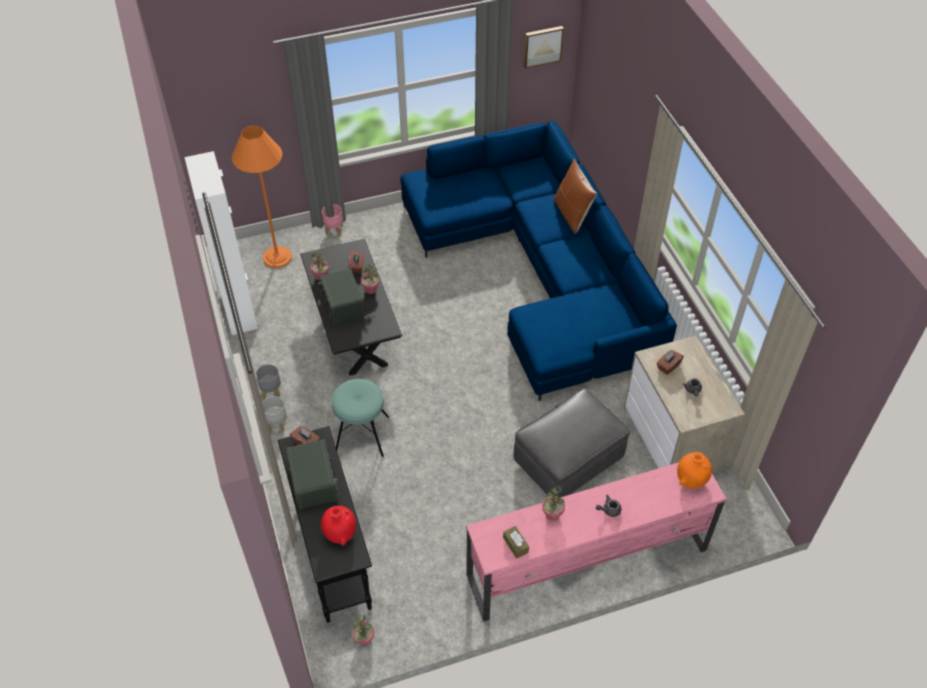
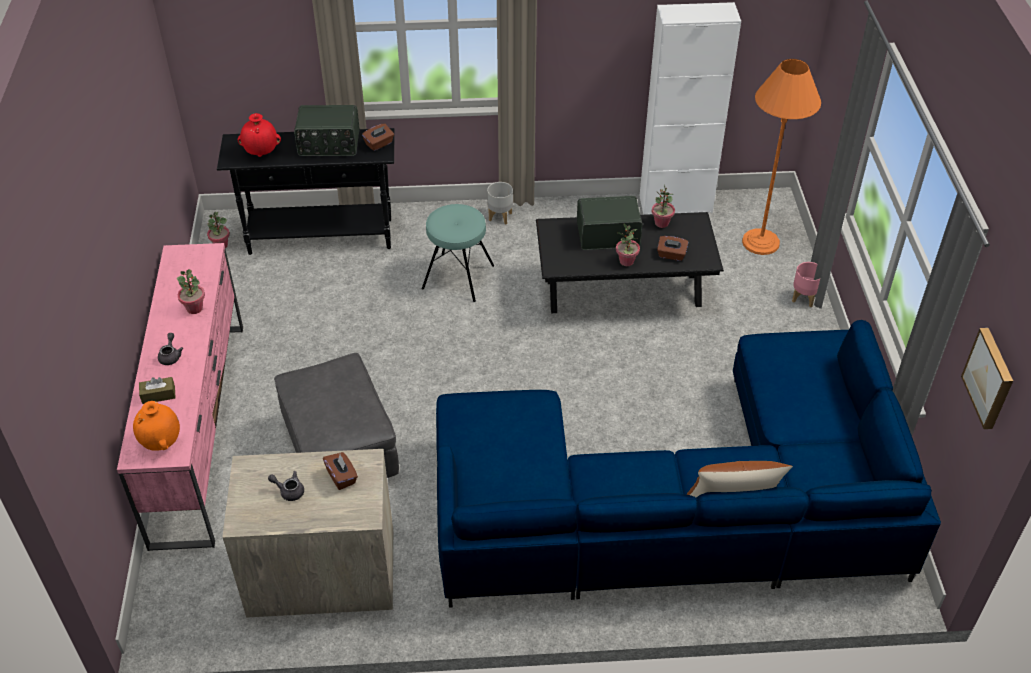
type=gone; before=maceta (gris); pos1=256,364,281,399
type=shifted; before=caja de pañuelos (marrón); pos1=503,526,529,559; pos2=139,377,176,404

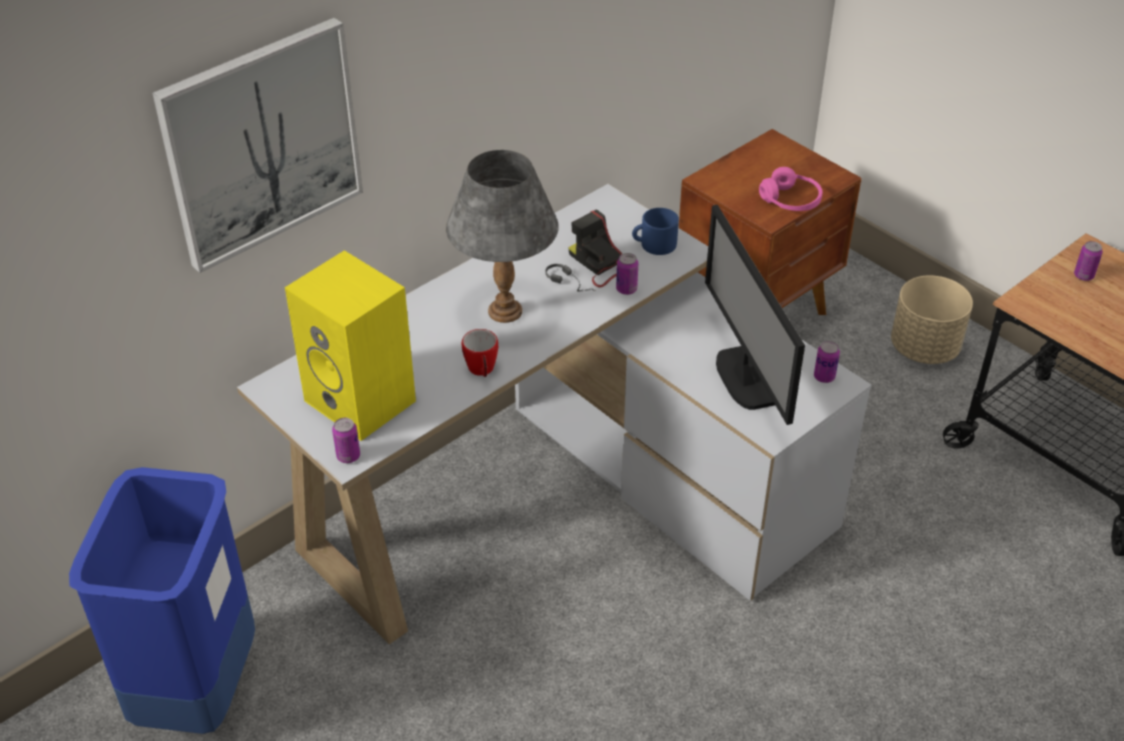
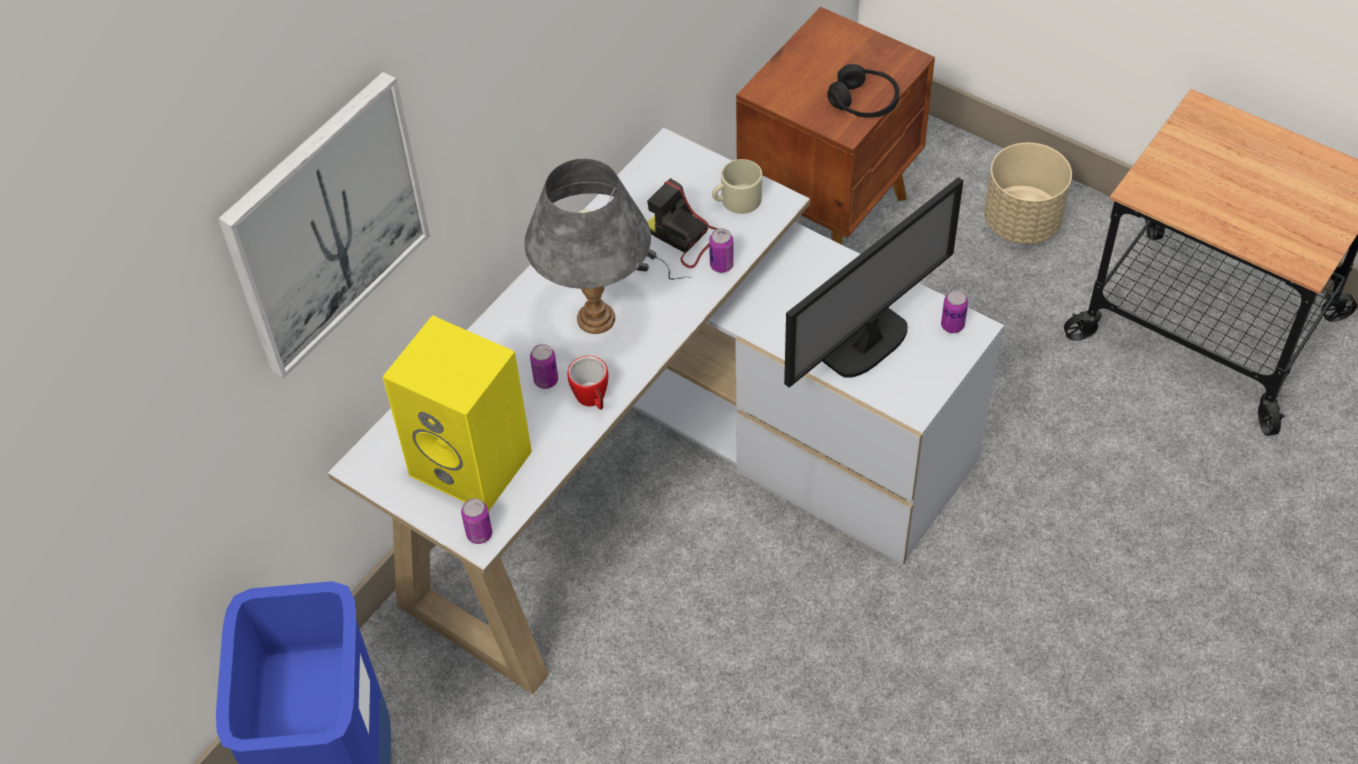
type=repainted; before=taza grande (azul); after=taza grande (beis); pos1=632,208,679,255; pos2=712,159,762,214
type=rotated; before=monitor; pos1=705,205,805,425; pos2=784,177,964,388; turn=-105
type=repainted; before=auriculares (rosa); after=auriculares (negro); pos1=759,167,823,211; pos2=827,64,900,118
type=shifted; before=lata; pos1=1074,241,1103,281; pos2=530,344,558,389

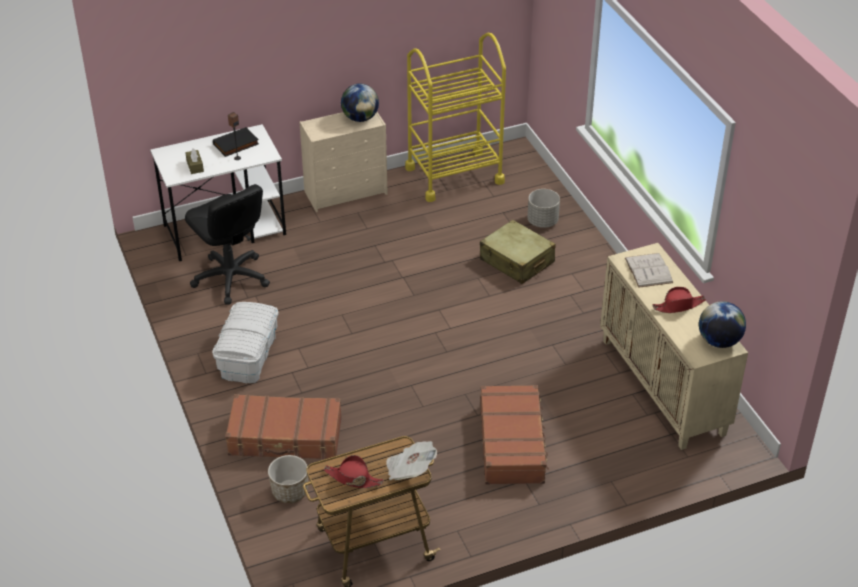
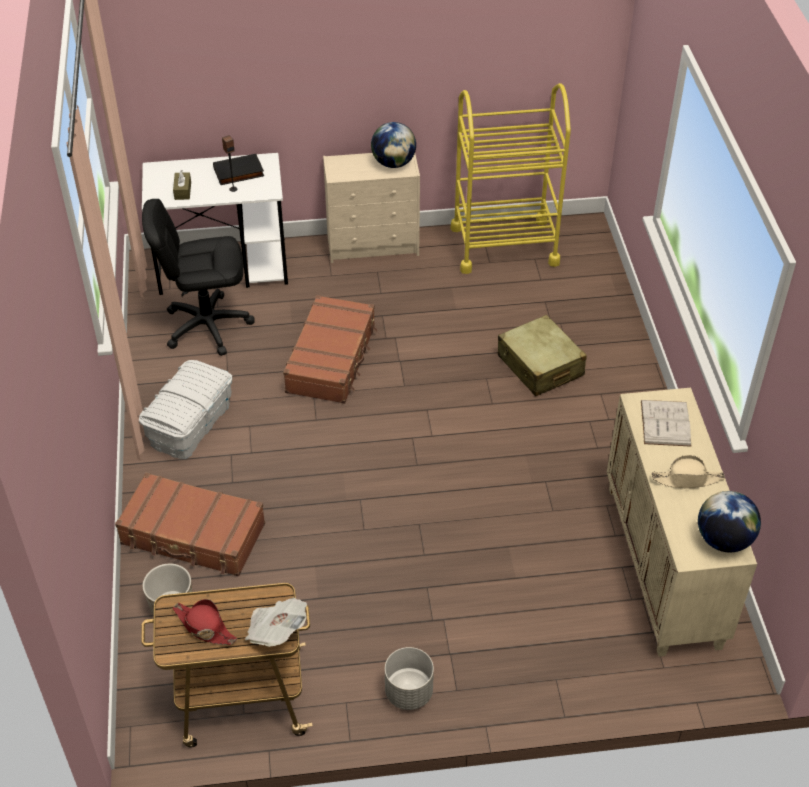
type=rotated; before=silla de oficina (negro); pos1=185,184,270,304; pos2=142,199,255,356; turn=105
type=shifted; before=maleta (marrón); pos1=480,385,550,485; pos2=283,295,377,404
type=shifted; before=maceta (gris); pos1=527,189,560,228; pos2=385,647,434,710
type=repainted; before=sombrero (rojo); after=sombrero (beis); pos1=653,287,706,313; pos2=652,455,725,489

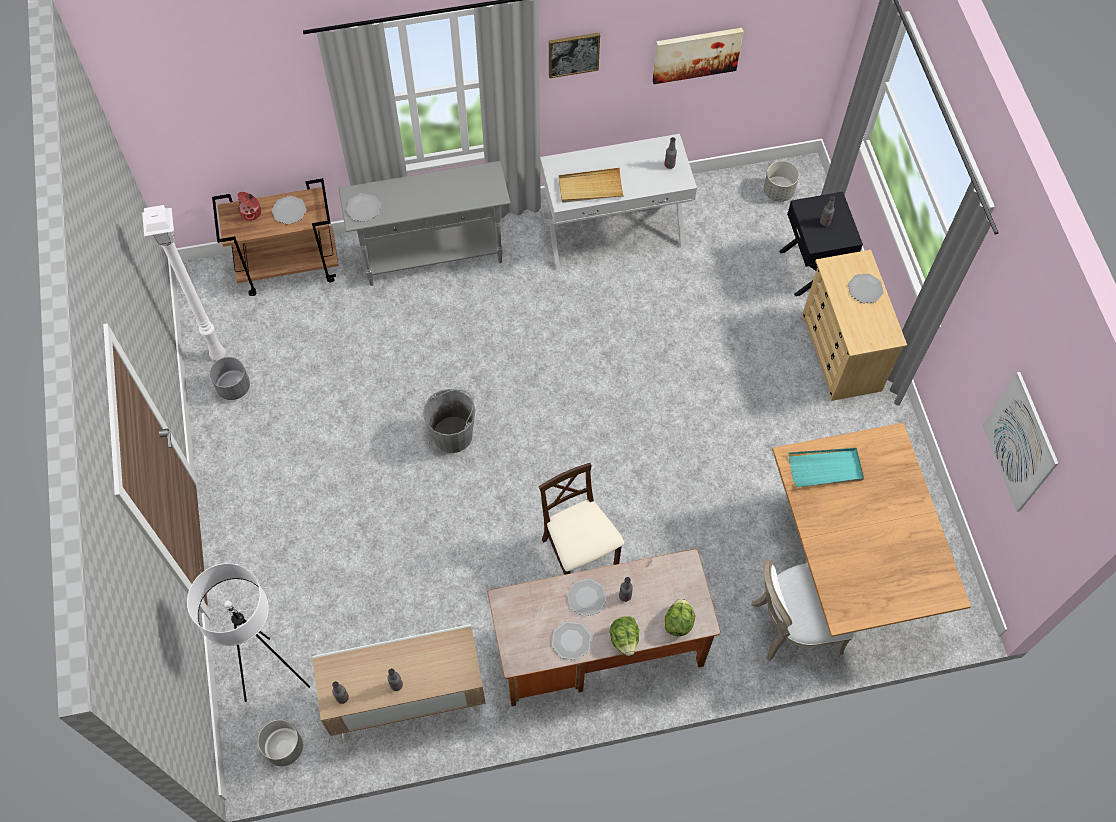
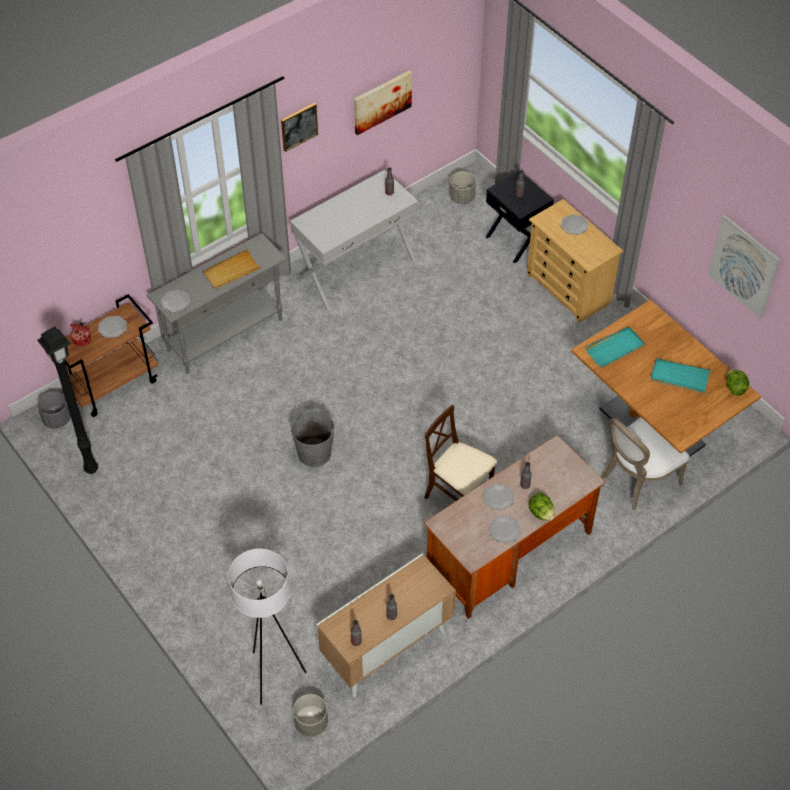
type=repainted; before=lámpara de pie (blanco); after=lámpara de pie (negro); pos1=142,205,226,360; pos2=37,327,98,474
type=shifted; before=maceta (gris); pos1=209,357,250,400; pos2=37,392,71,429
type=shifted; before=bandeja (beis); pos1=559,168,624,203; pos2=203,249,262,290
type=shifted; before=lechuga; pos1=665,598,695,636; pos2=726,369,749,396
type=new; after=bandeja (turquesa); pos2=650,358,711,393

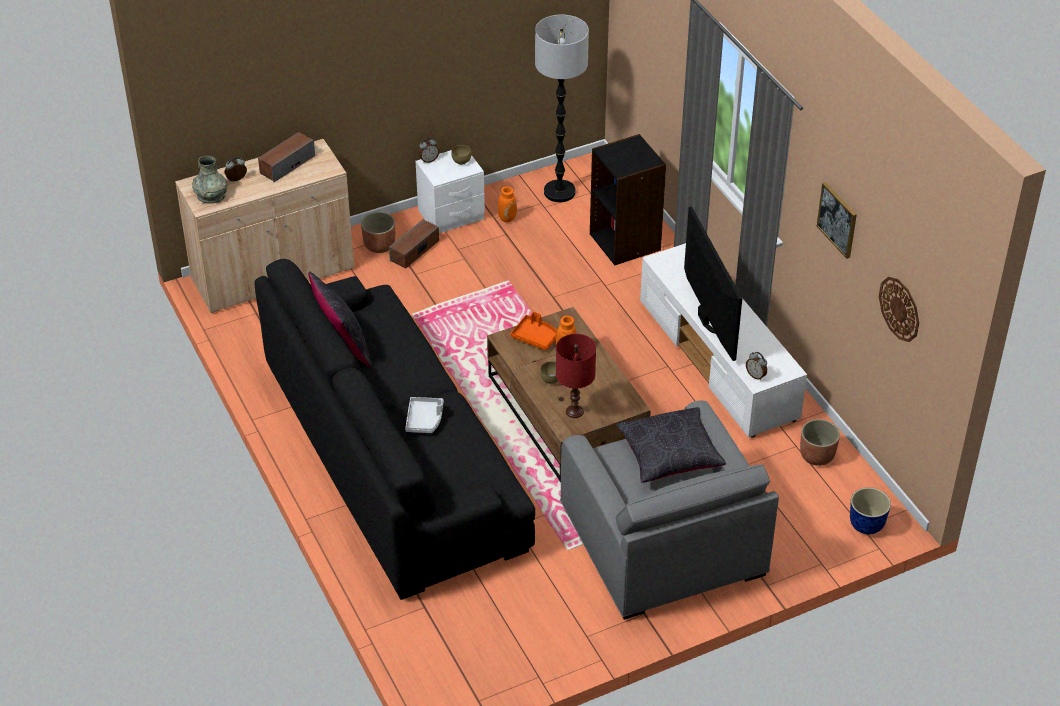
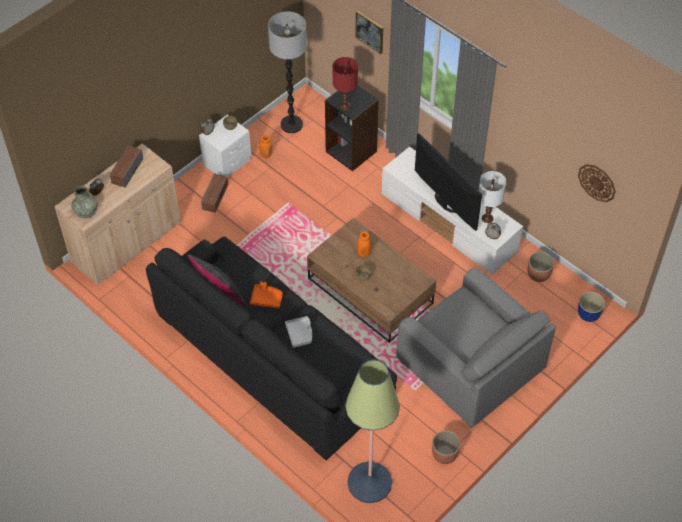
type=shifted; before=maceta; pos1=361,212,395,253; pos2=432,431,460,464
type=shifted; before=bandeja (naranja); pos1=510,312,557,351; pos2=250,282,283,309
type=shifted; before=lámpara de mesa (rojo); pos1=556,334,596,418; pos2=333,57,358,111
type=gone; before=cojín (negro); pos1=616,407,726,483
type=shifted; before=cuadro; pos1=817,182,857,259; pos2=356,10,383,54
type=new; after=lámpara de pie; pos2=345,359,400,503
type=new; after=lámpara de mesa (blanco); pos2=479,171,506,223

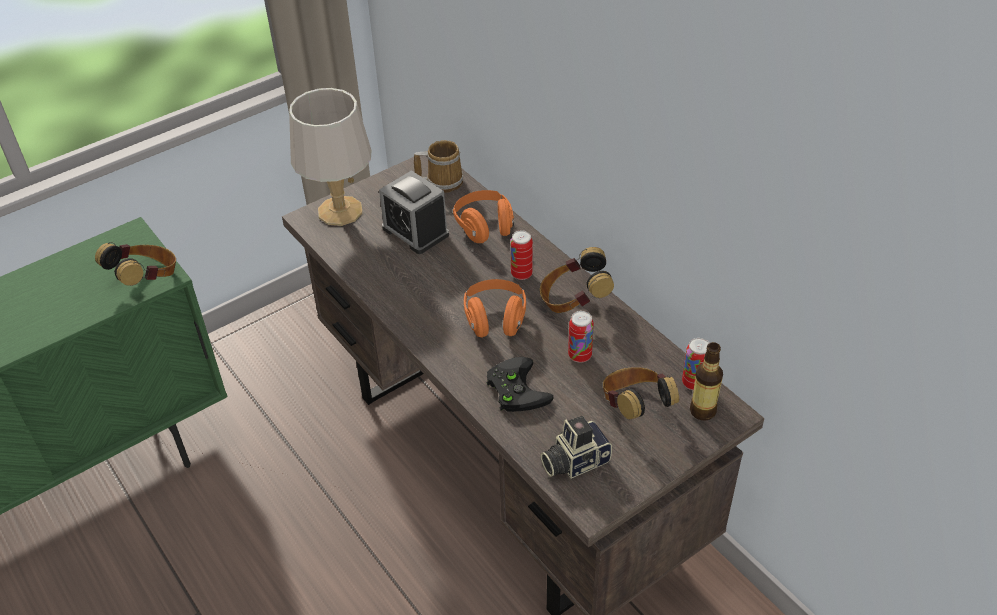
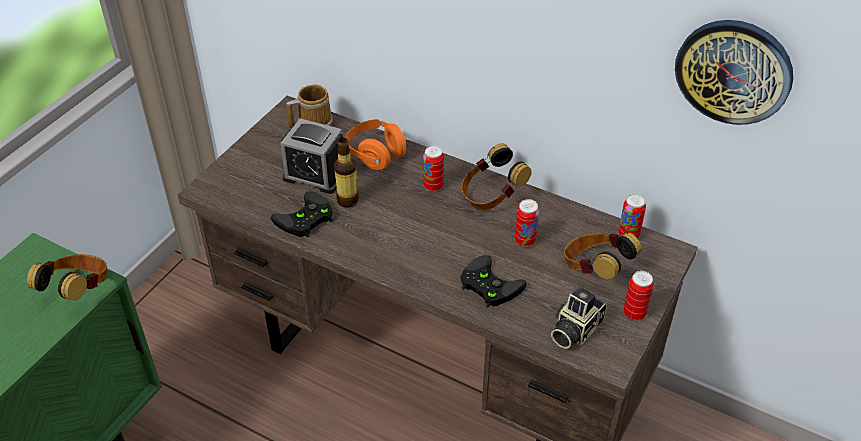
type=gone; before=lámpara de mesa (gris); pos1=289,88,371,226
type=gone; before=auriculares (naranja); pos1=464,279,526,338
type=shifted; before=botella; pos1=690,342,723,421; pos2=334,138,359,208
type=new; after=mando de consola (negro); pos2=271,191,333,238
type=new; after=lata; pos2=624,271,654,320
type=new; after=reloj de pared; pos2=675,20,793,125

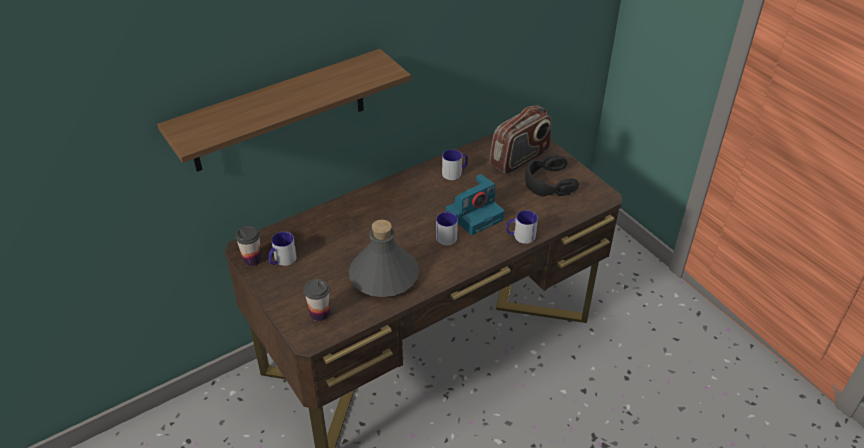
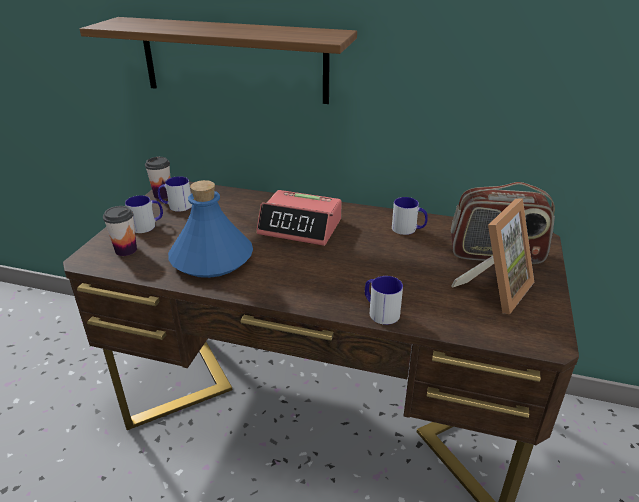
type=repainted; before=botella (gris); after=botella (azul); pos1=349,220,419,297; pos2=168,180,253,278
type=shifted; before=taza grande; pos1=436,212,458,246; pos2=125,195,163,233
type=gone; before=cámara; pos1=446,174,504,235
type=swapped; before=auriculares (negro); after=portarretratos; pos1=525,155,579,196; pos2=451,199,534,314
type=new; after=despertador; pos2=256,190,342,246

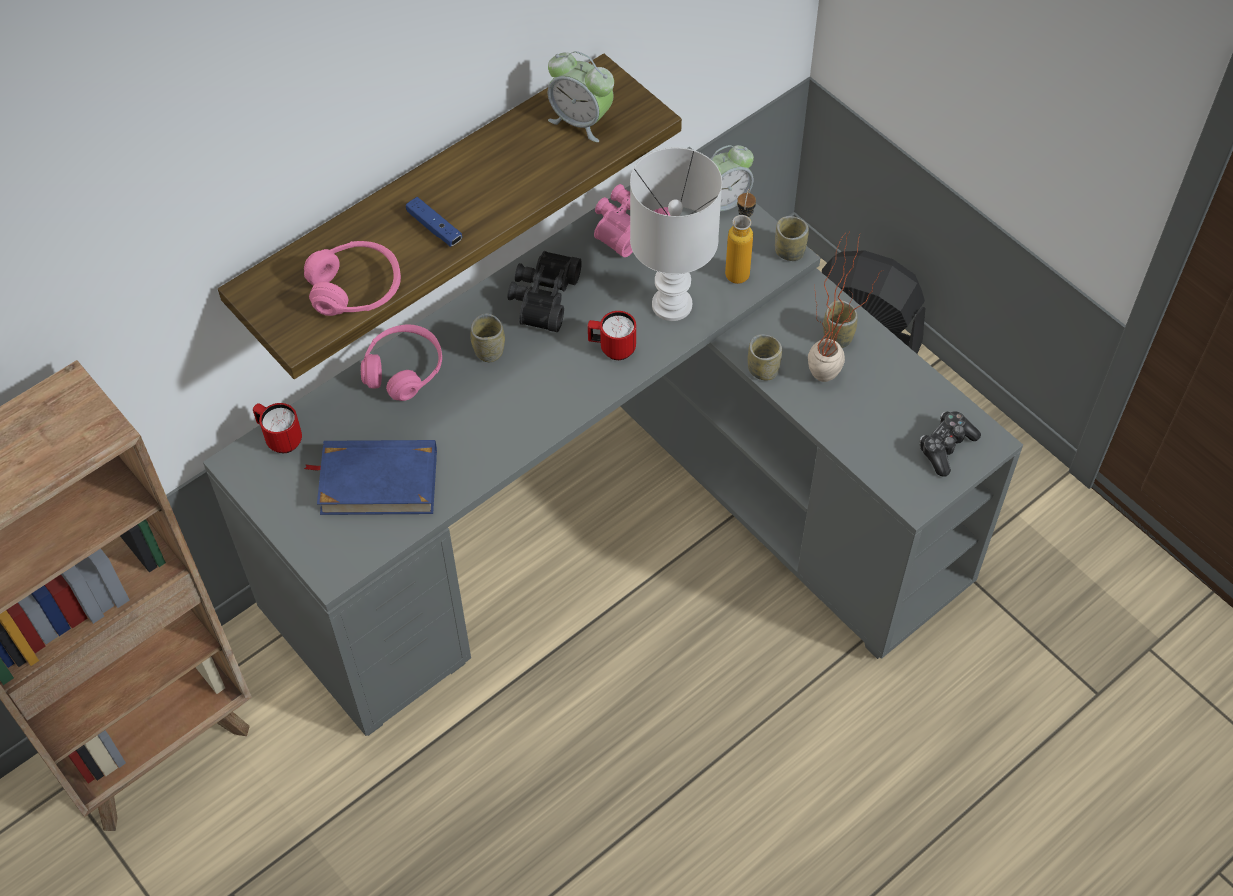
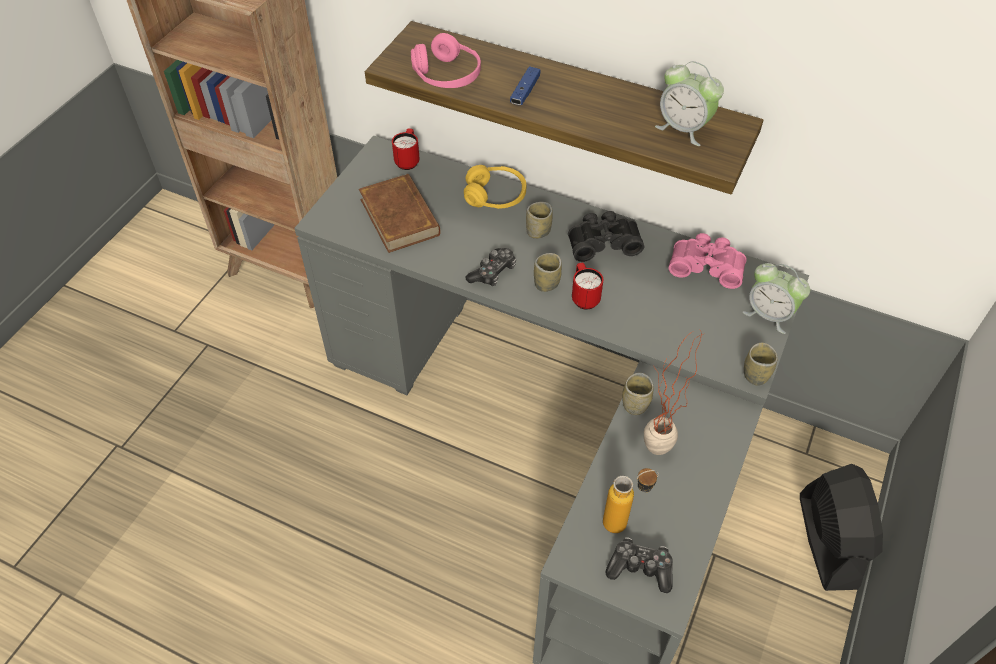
type=repainted; before=libro (azul); after=libro (marrón); pos1=304,440,437,515; pos2=359,174,440,253
type=repainted; before=auriculares (rosa); after=auriculares (amarillo); pos1=361,325,442,401; pos2=464,165,526,209
type=rotated; before=despertador; pos1=548,51,614,142; pos2=655,61,724,146; turn=-60
type=gone; before=lámpara de mesa (blanco); pos1=630,147,722,321
type=shifted; before=botella; pos1=725,189,756,284; pos2=603,468,659,533
type=shifted; before=taza; pos1=823,300,857,348; pos2=534,253,562,292
type=new; after=mando de consola; pos2=465,248,516,286

